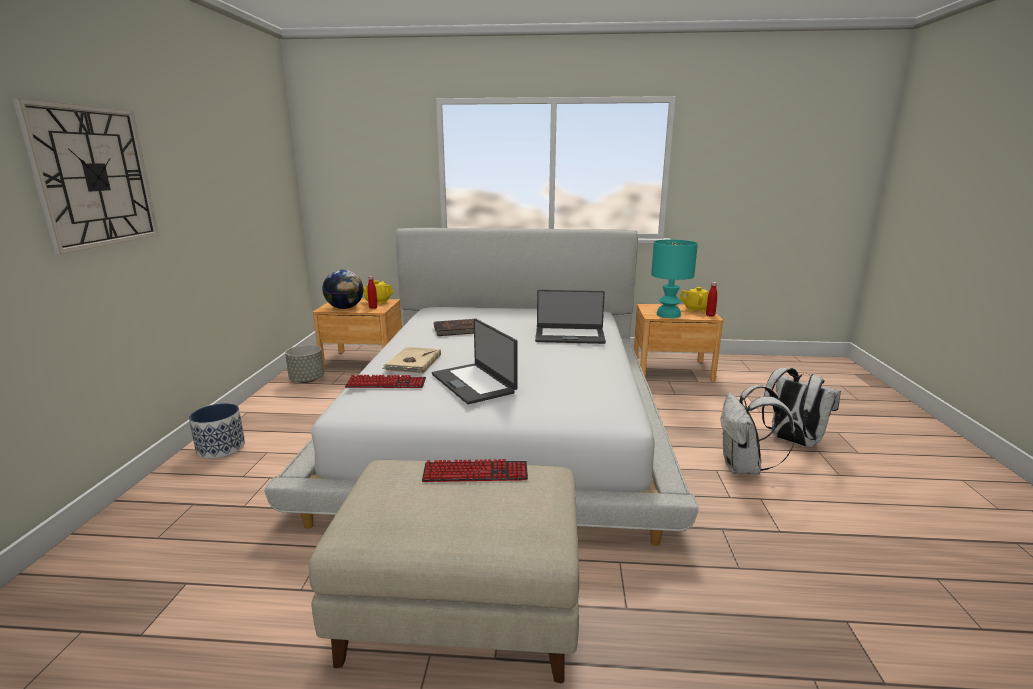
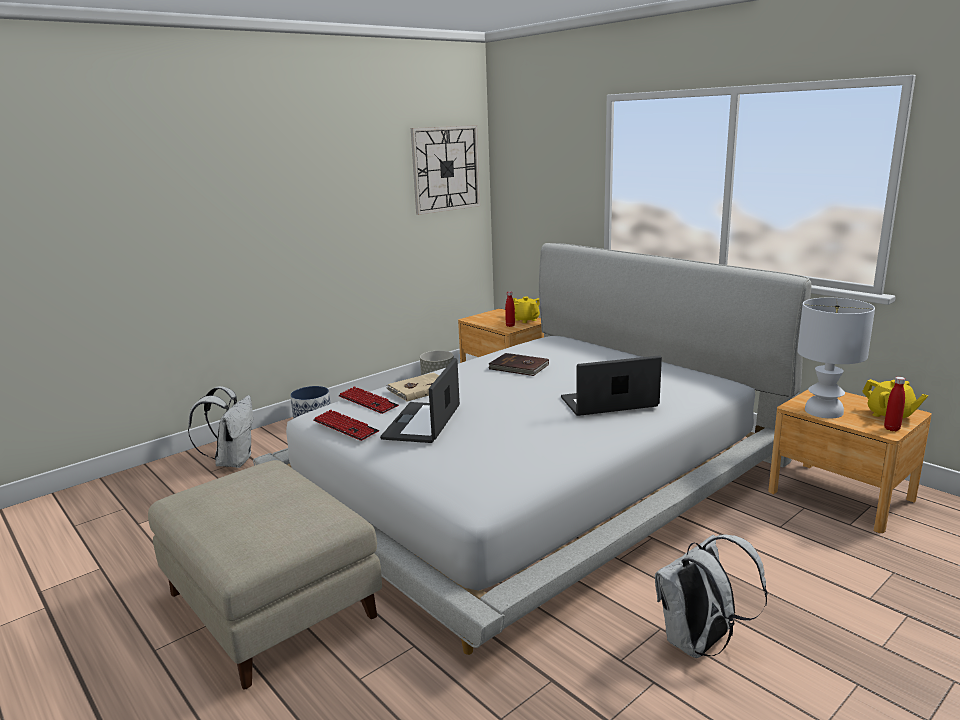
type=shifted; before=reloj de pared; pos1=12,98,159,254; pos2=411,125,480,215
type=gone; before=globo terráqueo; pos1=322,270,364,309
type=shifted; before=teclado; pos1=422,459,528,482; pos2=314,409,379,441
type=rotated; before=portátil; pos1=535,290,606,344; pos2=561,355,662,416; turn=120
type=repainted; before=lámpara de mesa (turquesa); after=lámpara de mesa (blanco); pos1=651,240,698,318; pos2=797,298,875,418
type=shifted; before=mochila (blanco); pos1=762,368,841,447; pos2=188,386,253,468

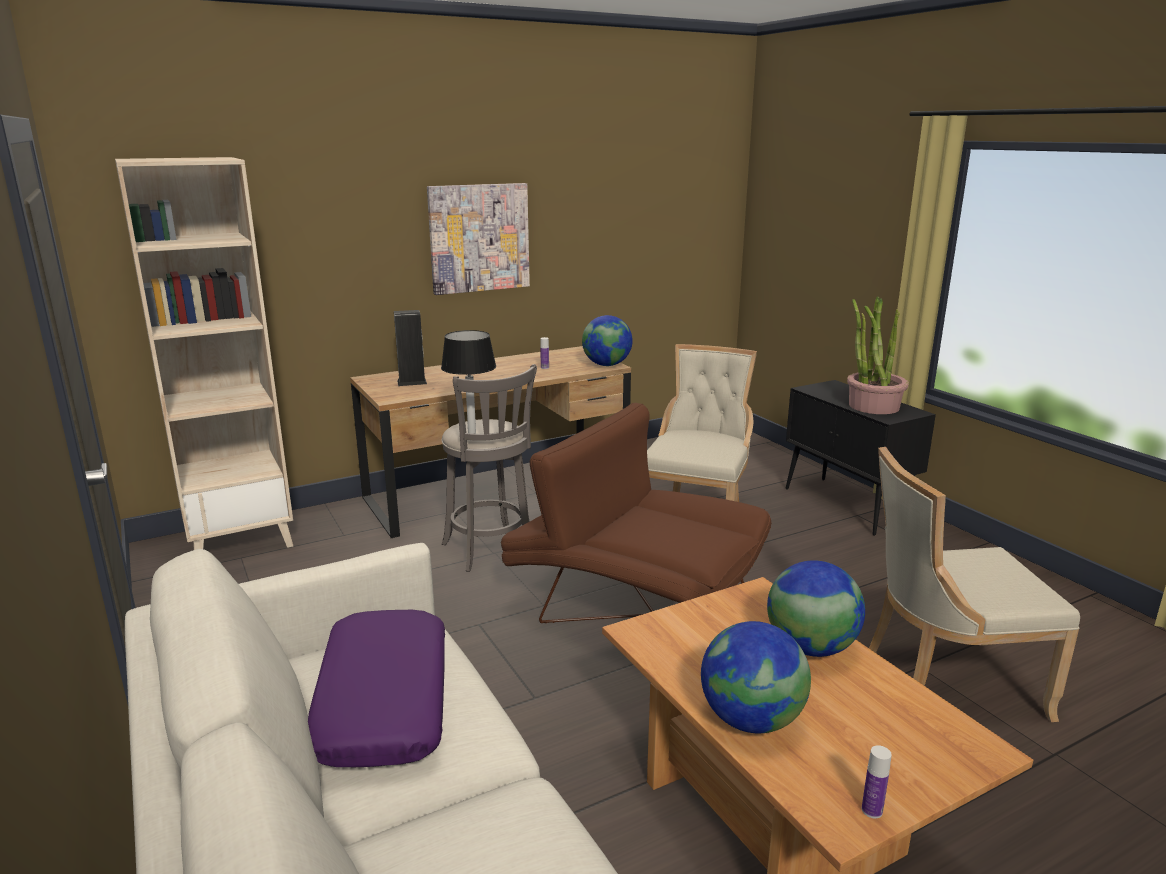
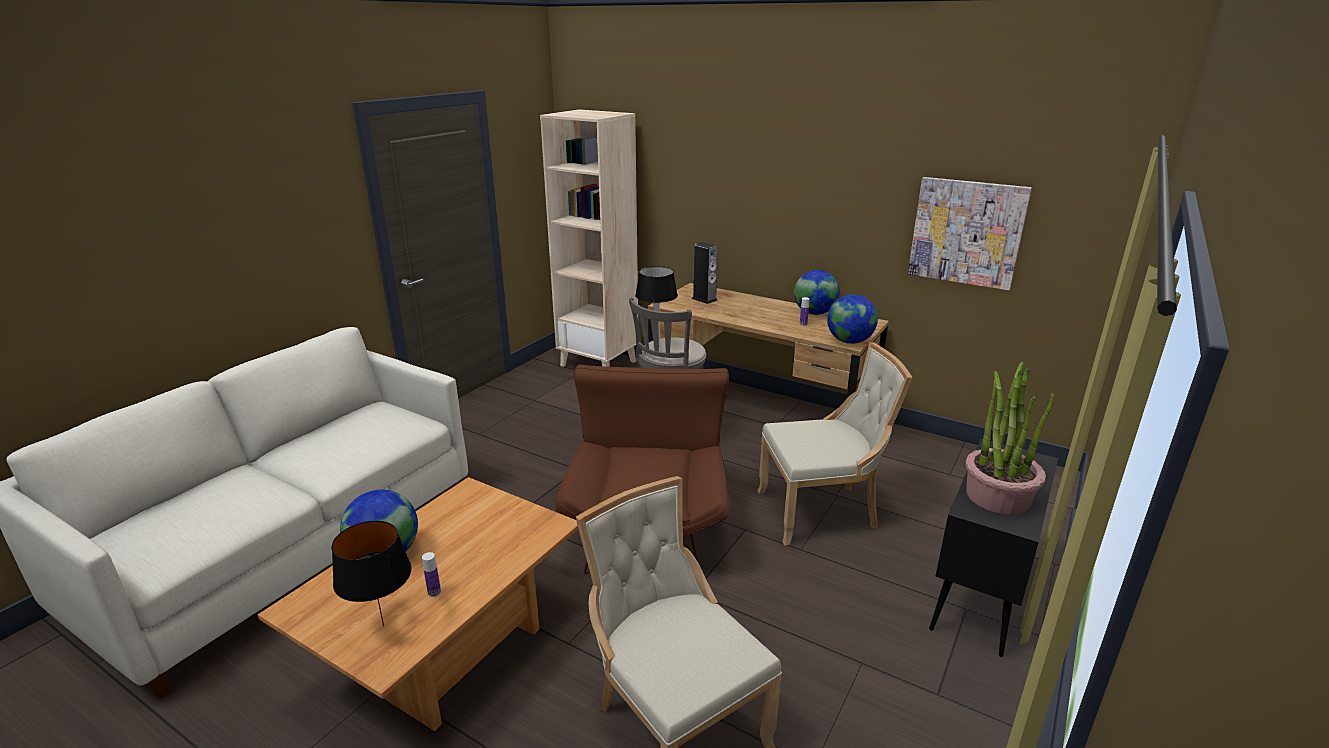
type=gone; before=cojín (morado); pos1=308,610,445,767
type=shifted; before=cuadro; pos1=427,183,530,295; pos2=908,177,1032,290
type=shifted; before=globo terráqueo; pos1=767,560,865,657; pos2=794,270,840,315
type=shifted; before=botella; pos1=862,745,892,818; pos2=422,552,441,597
type=new; after=lámpara de mesa (negro); pos2=332,521,412,627

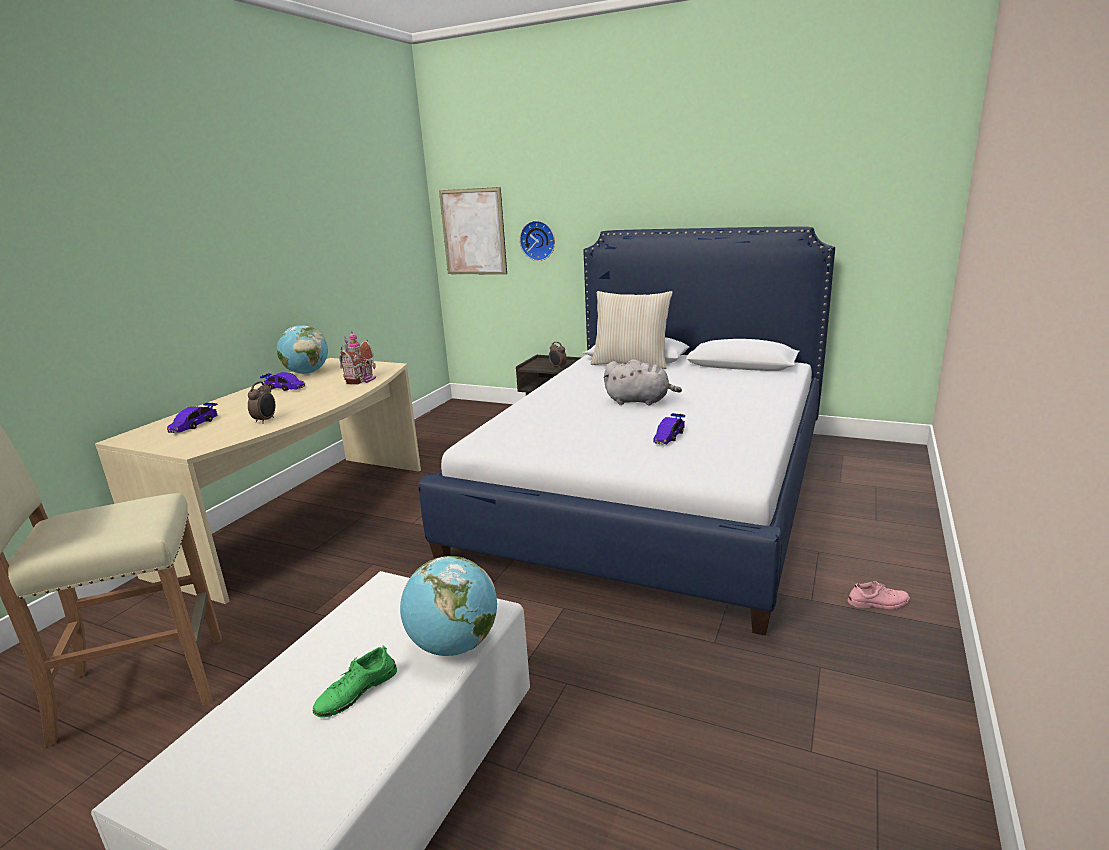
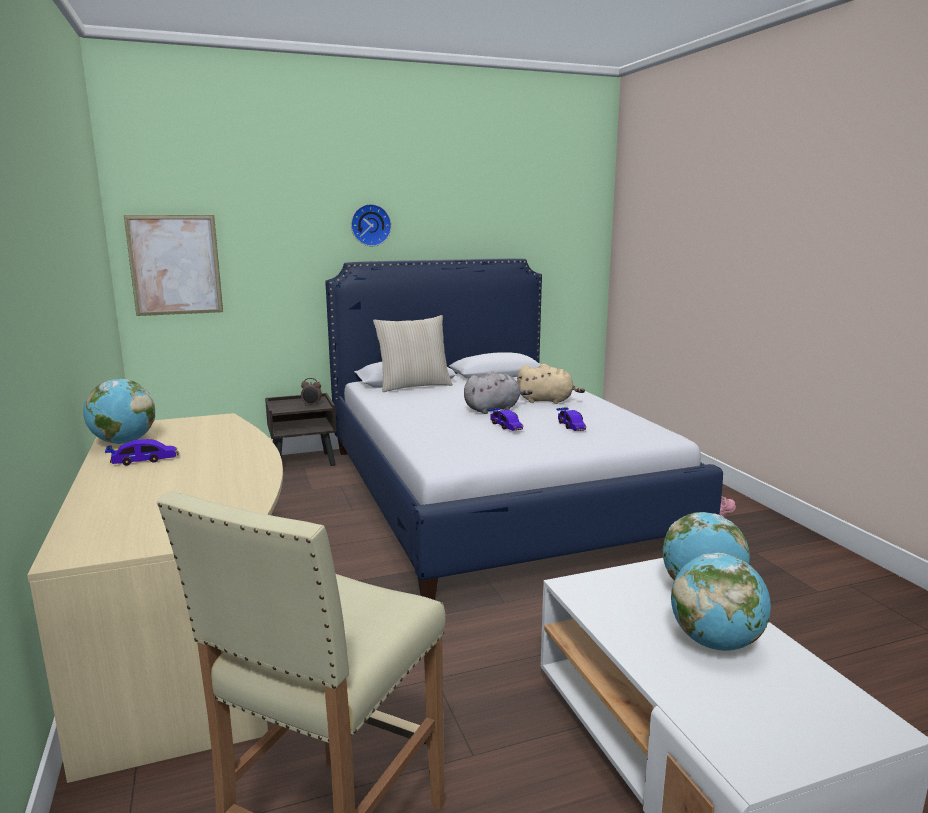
type=shifted; before=coche de juguete; pos1=167,403,218,433; pos2=488,407,523,431
type=gone; before=despertador; pos1=248,381,275,424
type=swapped; before=zapato (verde); after=globo terráqueo; pos1=313,645,397,718; pos2=671,553,771,651
type=gone; before=casita; pos1=339,332,376,385
type=shifted; before=reloj de pared; pos1=520,221,555,261; pos2=351,204,391,246
type=new; after=peluche (beis); pos2=517,364,585,404

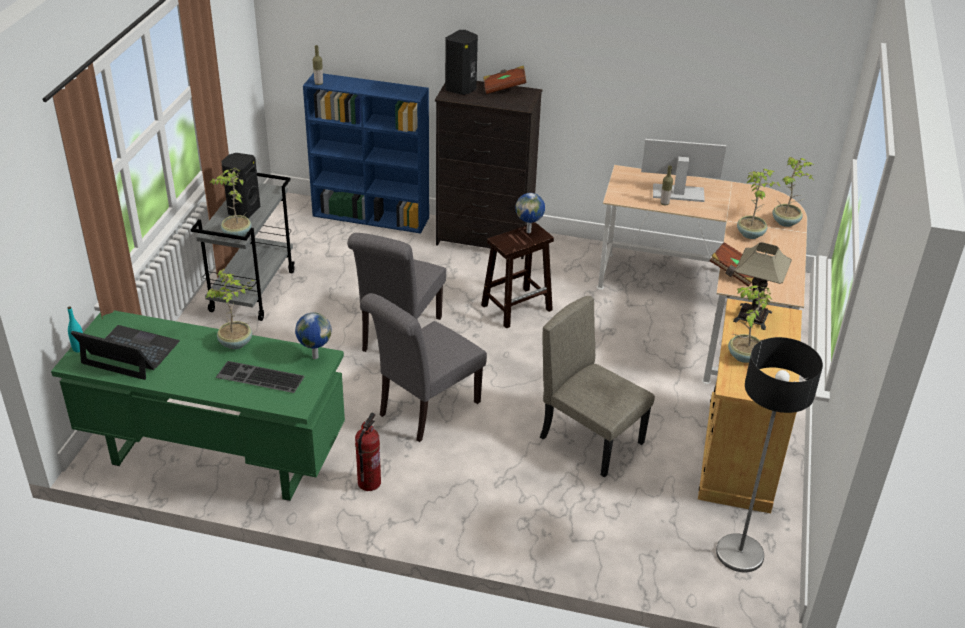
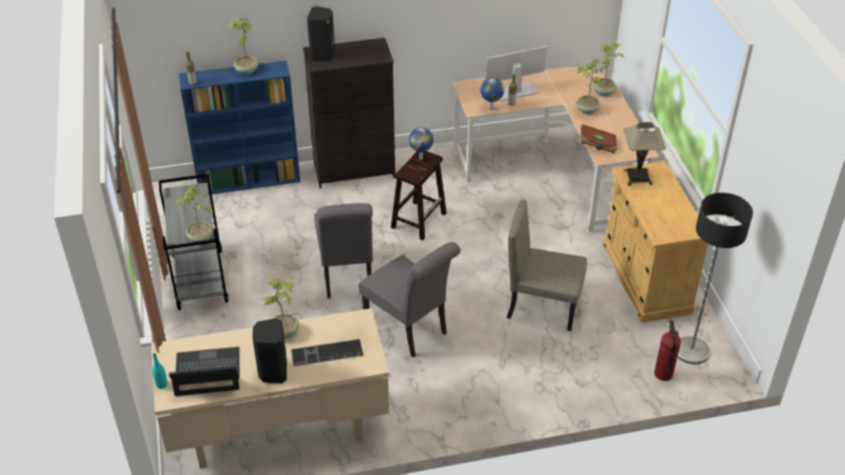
type=repainted; before=escritorio (verde); after=escritorio (beis); pos1=51,310,345,501; pos2=151,308,389,468
type=shifted; before=altavoz (negro); pos1=221,153,260,218; pos2=252,318,287,384
type=shifted; before=globo terráqueo; pos1=295,312,332,359; pos2=480,78,504,110
type=shifted; before=extintor; pos1=355,413,381,491; pos2=654,320,681,381
type=rotated; before=silla (gris); pos1=360,293,487,442; pos2=358,242,461,357; turn=-60
type=gone; before=libro (marrón); pos1=483,66,527,94
type=shifted; before=planta en maceta; pos1=728,285,772,363; pos2=227,18,258,75

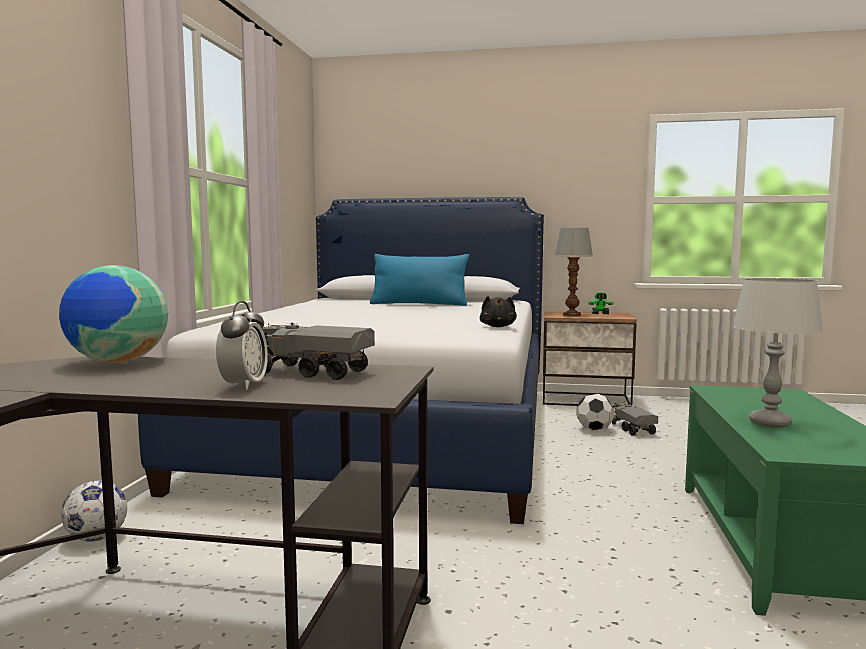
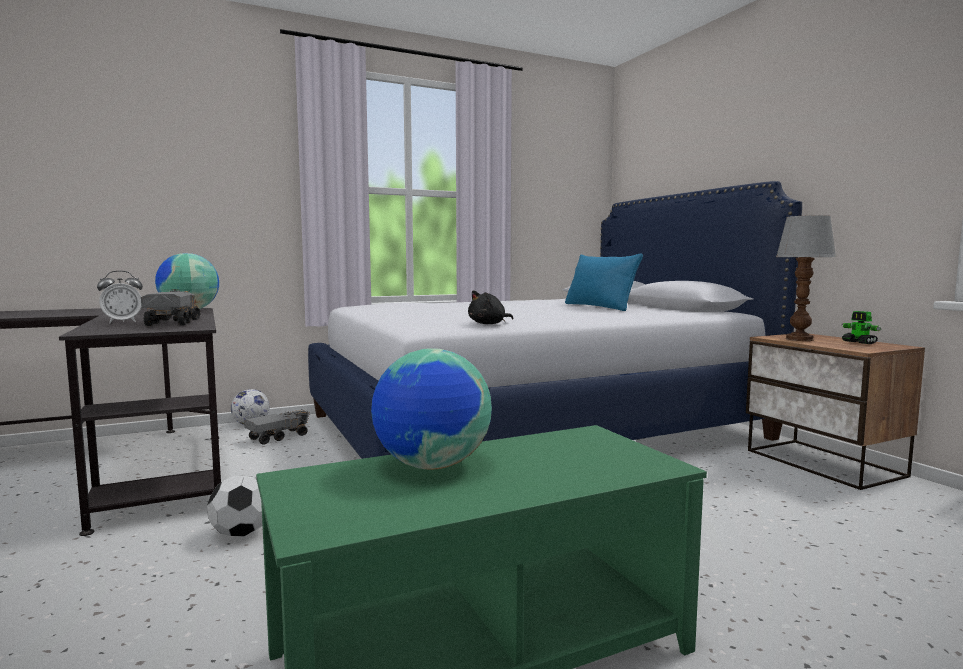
type=shifted; before=balón de fútbol; pos1=576,394,614,431; pos2=207,475,262,536
type=shifted; before=camión de juguete; pos1=612,402,658,436; pos2=244,409,310,445
type=swapped; before=lámpara de mesa (gris); after=globo terráqueo; pos1=732,278,823,428; pos2=371,348,492,469

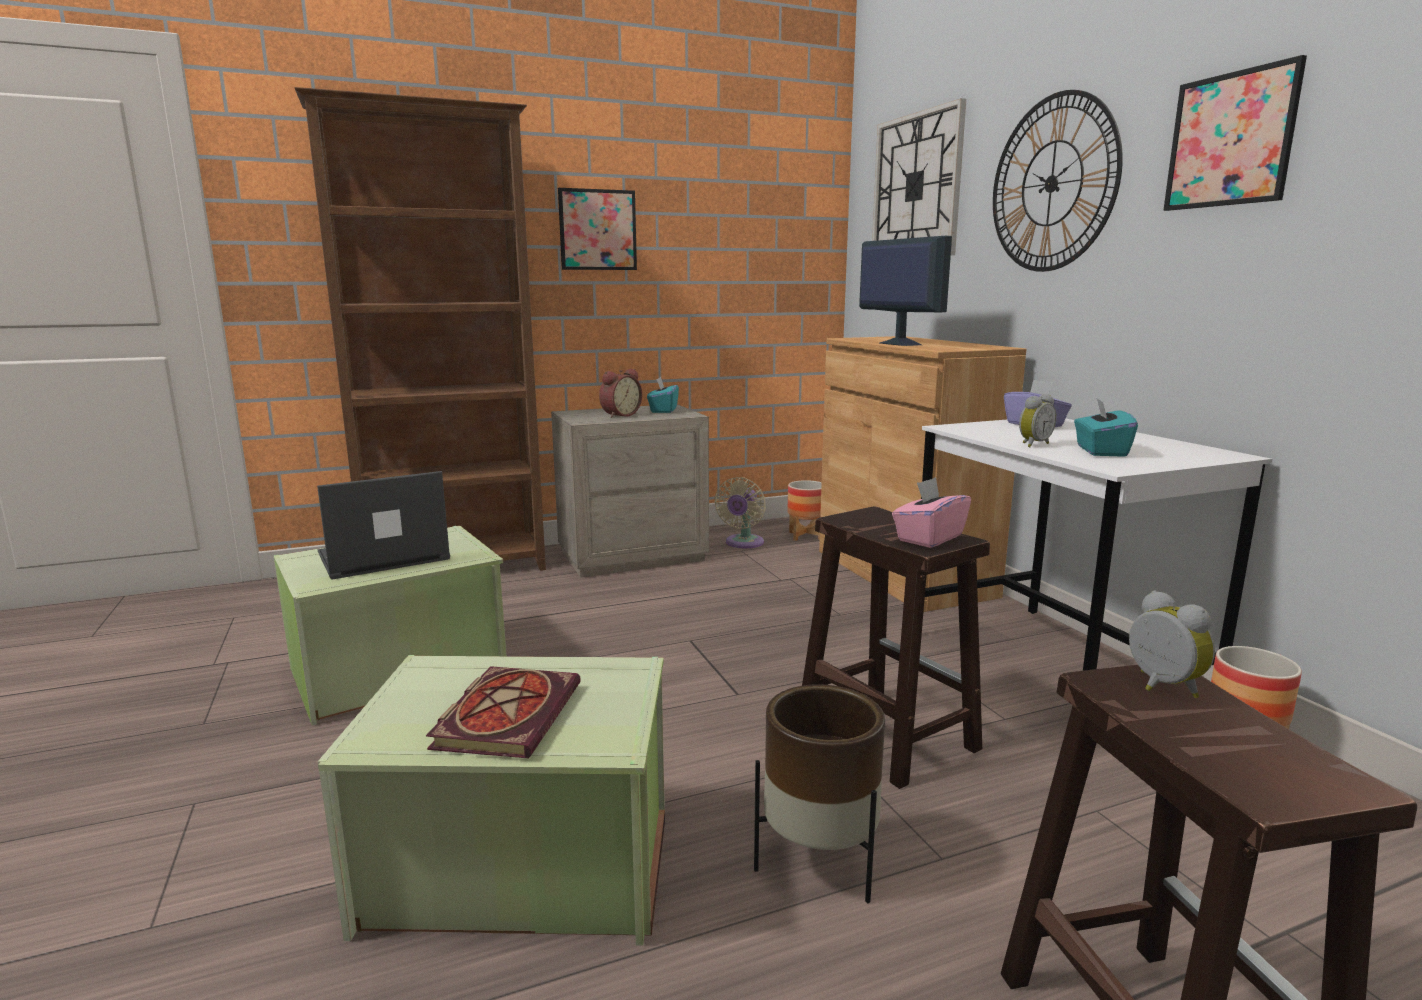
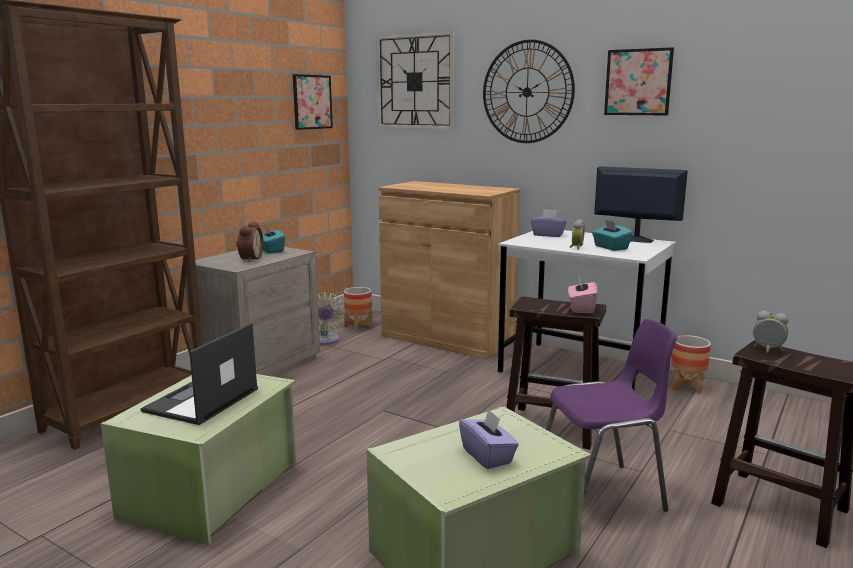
type=swapped; before=libro; after=caja de pañuelos (morado); pos1=426,666,581,758; pos2=459,409,518,469
type=shifted; before=cuadro; pos1=558,188,637,270; pos2=293,74,333,130
type=swapped; before=maceta (marrón); after=silla (morado); pos1=754,684,885,903; pos2=546,319,677,512
type=shifted; before=monitor; pos1=859,236,952,346; pos2=594,166,688,243

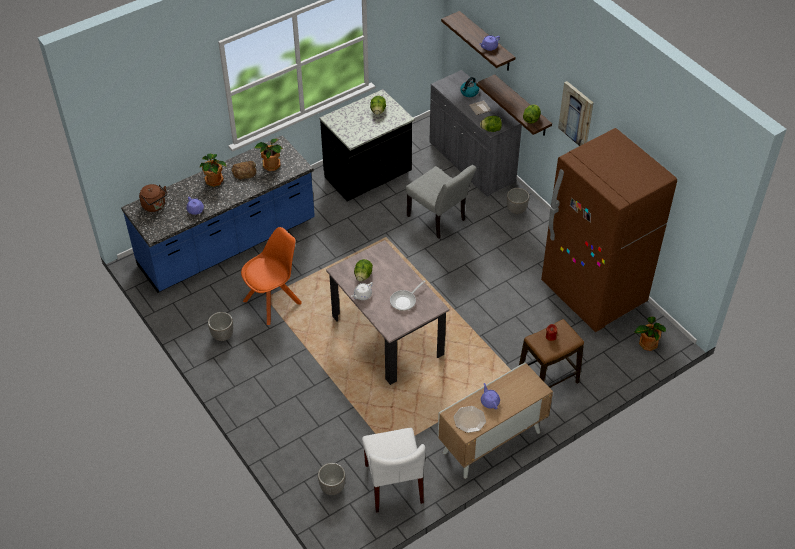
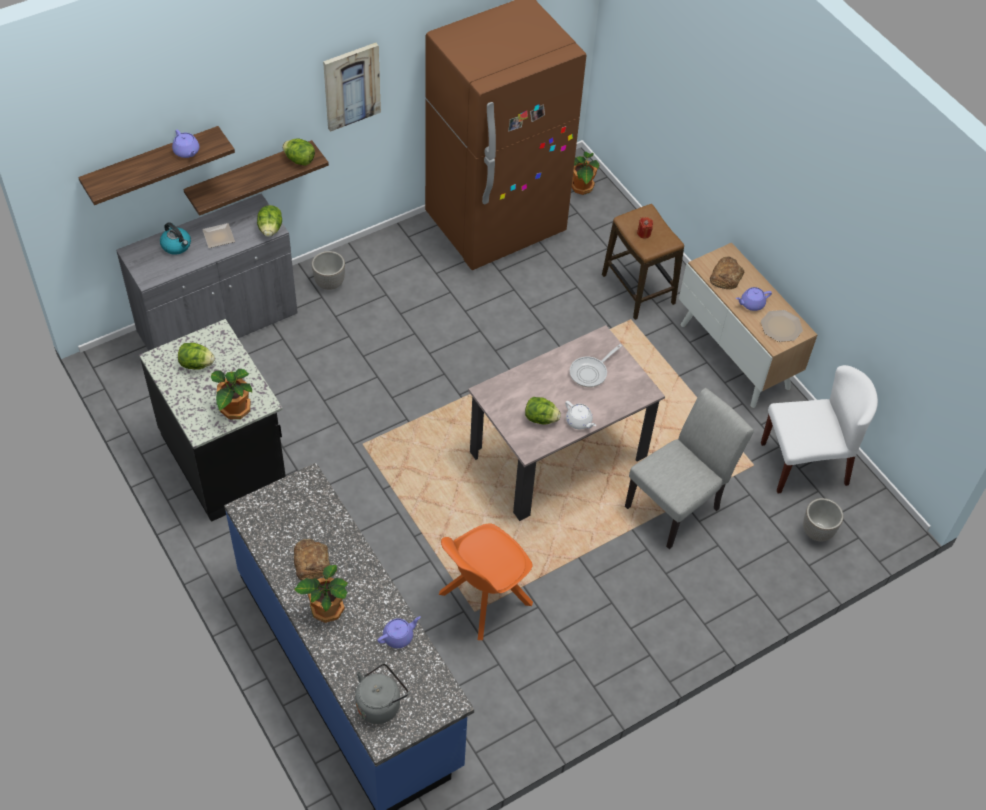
type=repainted; before=hervidor (marrón); after=hervidor (gris); pos1=139,184,167,212; pos2=355,663,409,724
type=gone; before=maceta; pos1=208,312,233,341
type=rotated; before=silla (naranja); pos1=241,227,302,325; pos2=439,523,533,640; turn=-90
type=shifted; before=planta en maceta; pos1=254,139,283,171; pos2=211,369,252,419
type=rotated; before=sartén; pos1=390,280,426,311; pos2=570,344,622,388; turn=90
type=shifted; before=silla (gris); pos1=406,165,477,239; pos2=625,388,754,549
type=new; after=pan; pos2=710,257,744,289

